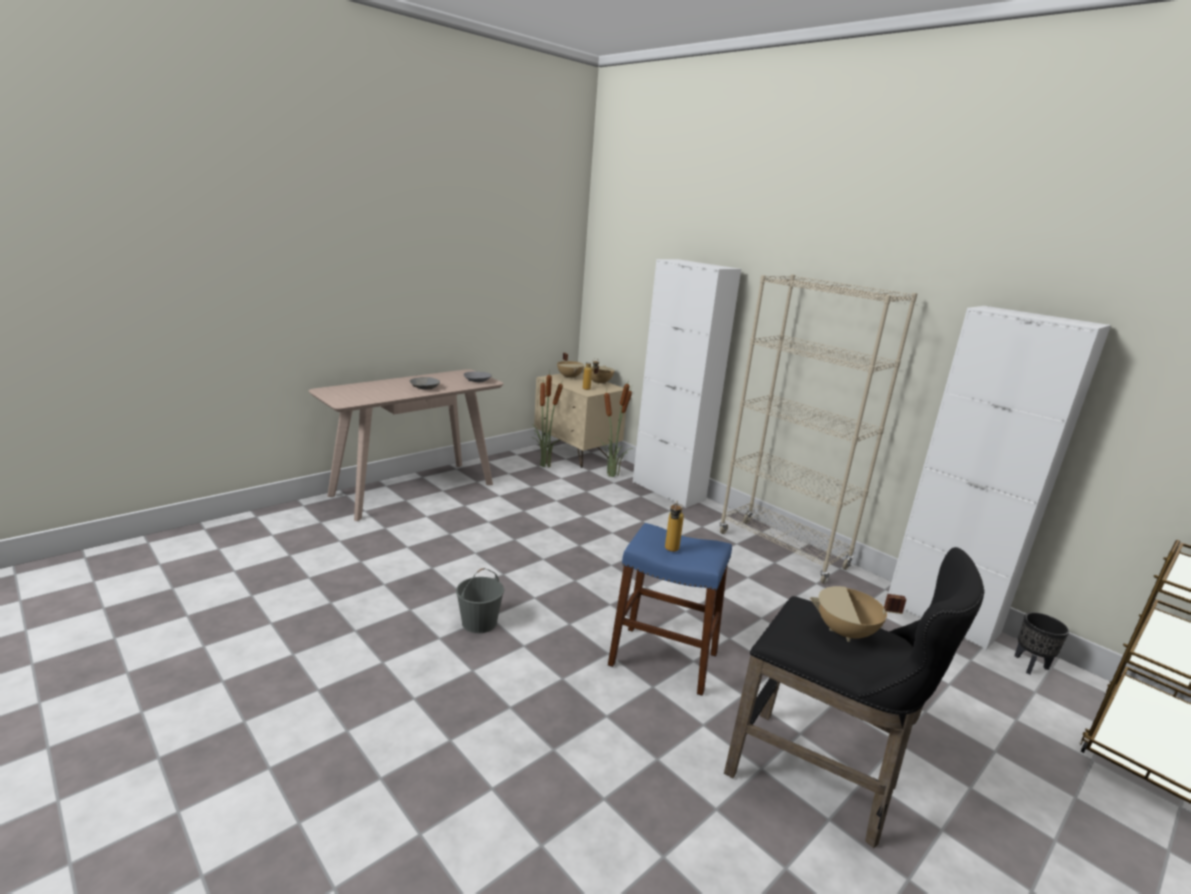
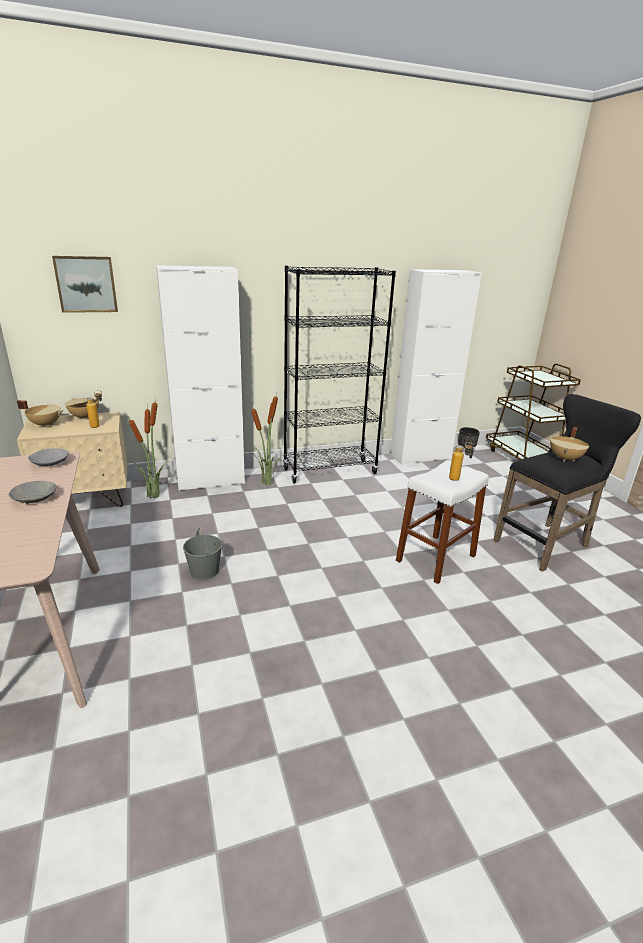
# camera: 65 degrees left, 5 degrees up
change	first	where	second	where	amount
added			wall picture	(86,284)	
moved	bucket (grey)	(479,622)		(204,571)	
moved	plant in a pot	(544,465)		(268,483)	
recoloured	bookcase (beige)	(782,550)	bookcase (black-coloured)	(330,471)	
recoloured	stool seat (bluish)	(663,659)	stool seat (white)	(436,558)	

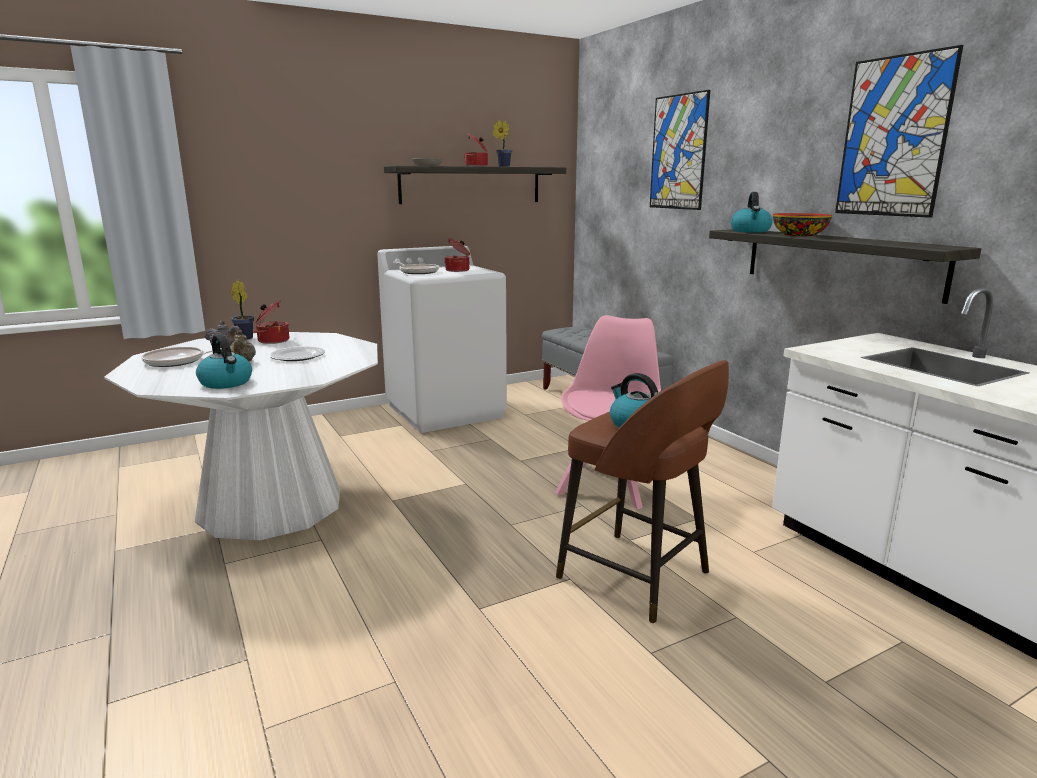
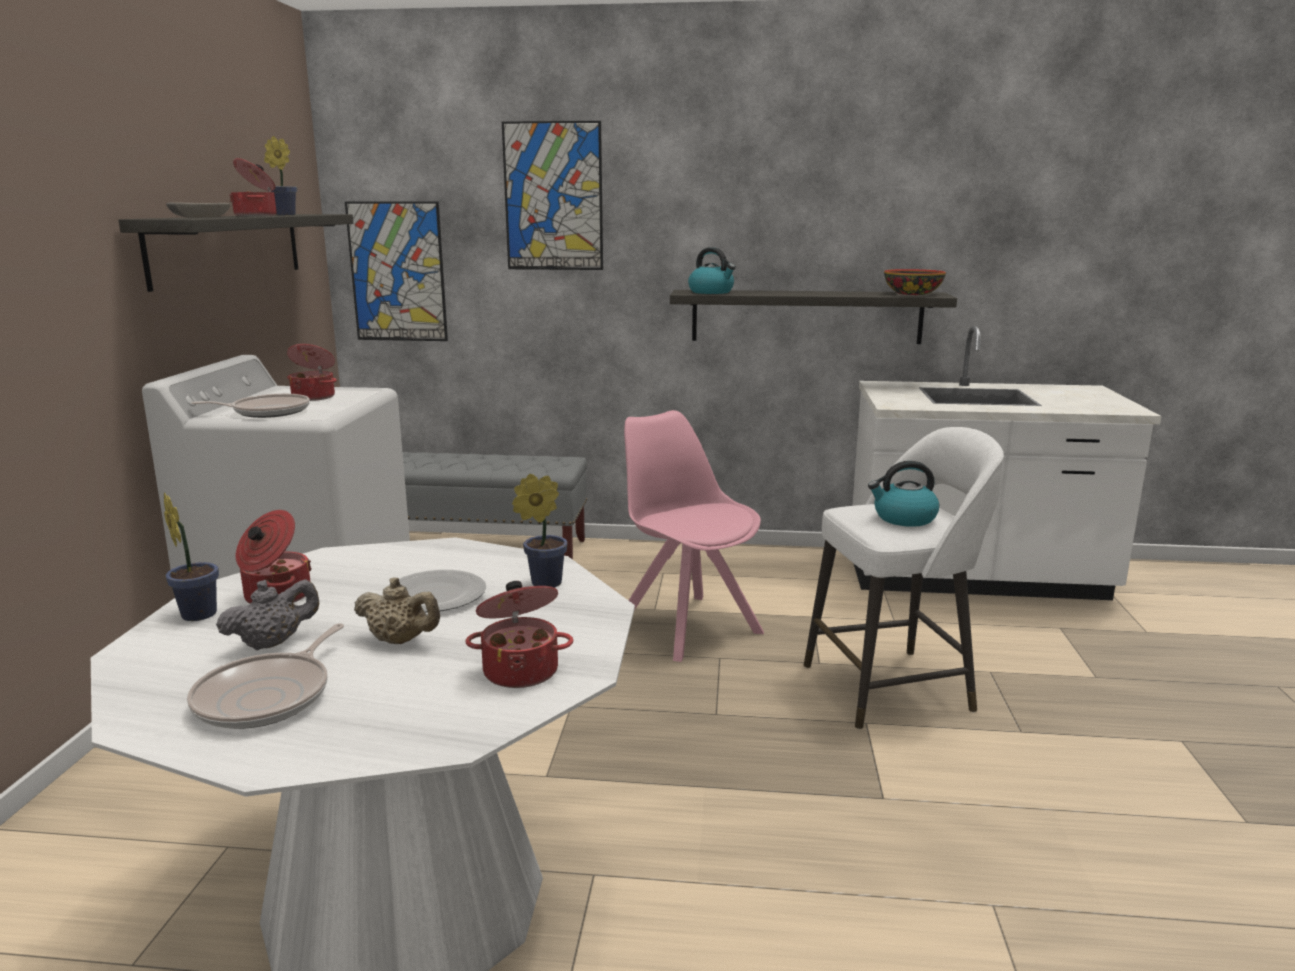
# camera: 55 degrees left, 0 degrees up
change	first	where	second	where	amount
moved	wall picture	(893,137)		(397,272)	
replaced	tea kettle	(226,383)	stockpot	(521,670)	
added			plant in a pot	(542,583)	
recoloured	stool seat (brown)	(637,577)	stool seat (white)	(892,687)	
moved	deep dish	(798,235)		(912,294)	

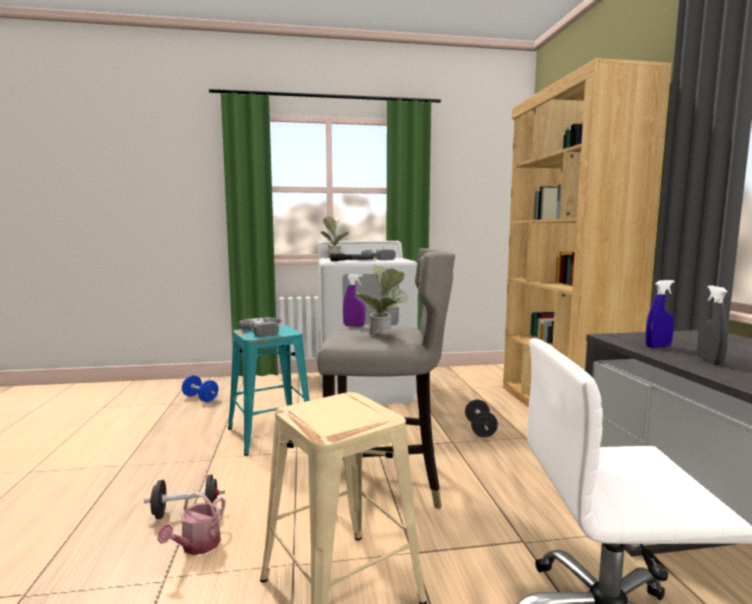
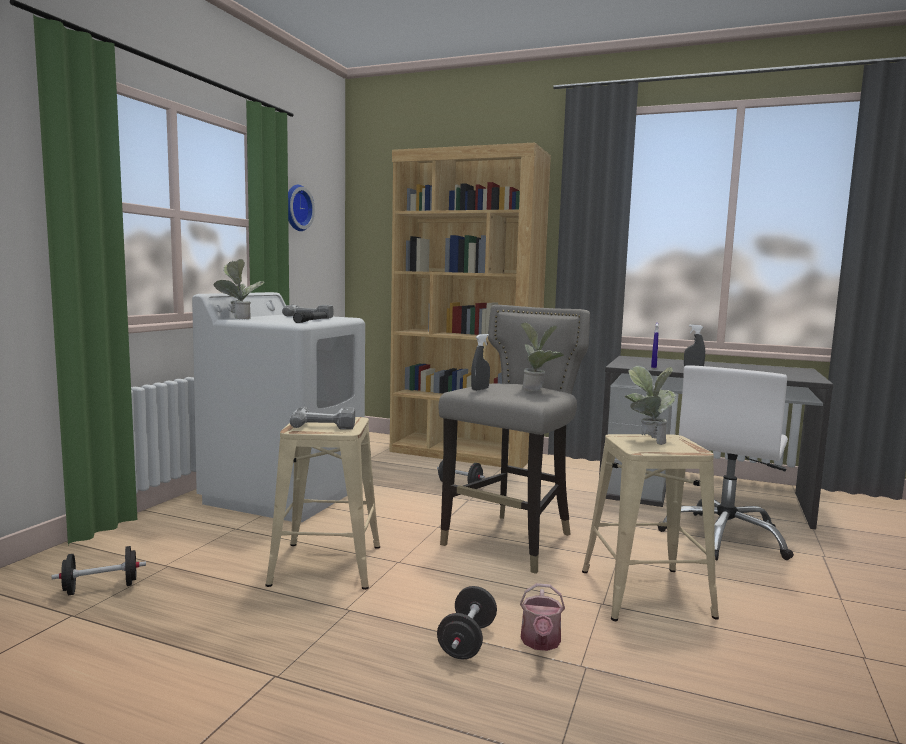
# camera: 60 degrees left, 0 degrees up
change	first	where	second	where	amount
recoloured	free weight (bluish)	(200,398)	free weight (black-coloured)	(101,588)	
recoloured	stool seat (turquoise)	(270,434)	stool seat (beige)	(328,565)	
added			clock on the wall	(296,208)	
recoloured	sprayer (purple-coloured)	(354,326)	sprayer (grey)	(480,389)	
turned	watering can	(197,546)		(540,643)	45 degrees clockwise
added			plant in a pot	(647,441)	

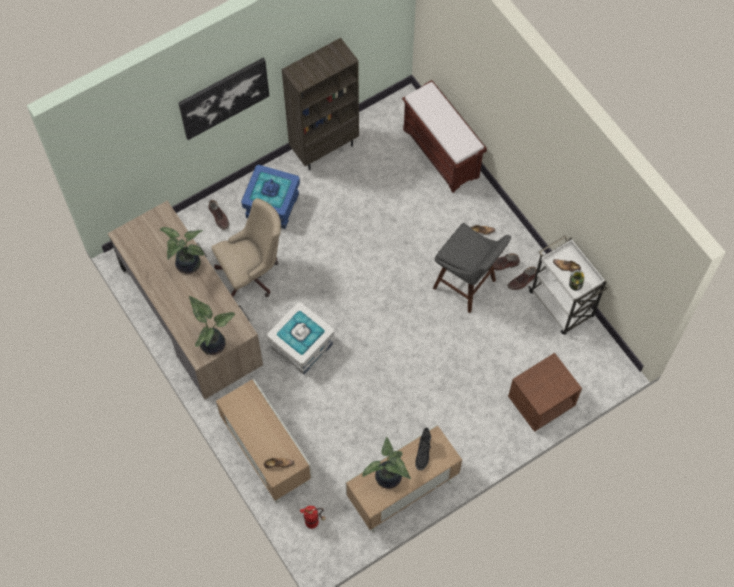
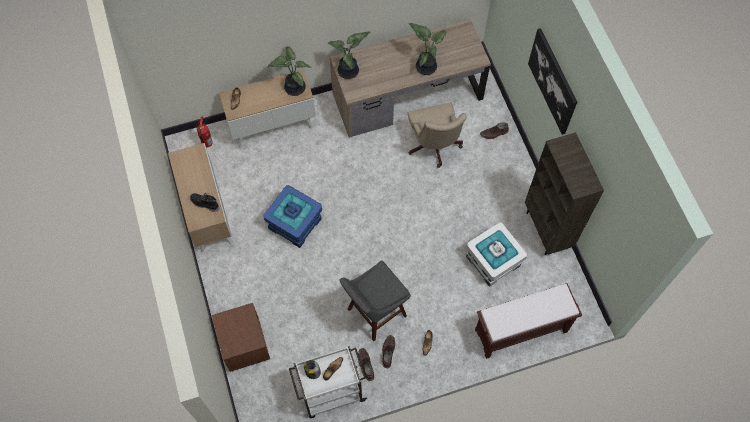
# camera: 105 degrees right, 0 degrees up
change	first	where	second	where	amount
moved	storage bin (bluish)	(272,206)		(294,224)	
moved	plant in a pot	(388,478)		(293,87)	
moved	storage bin (white)	(301,346)		(493,261)	

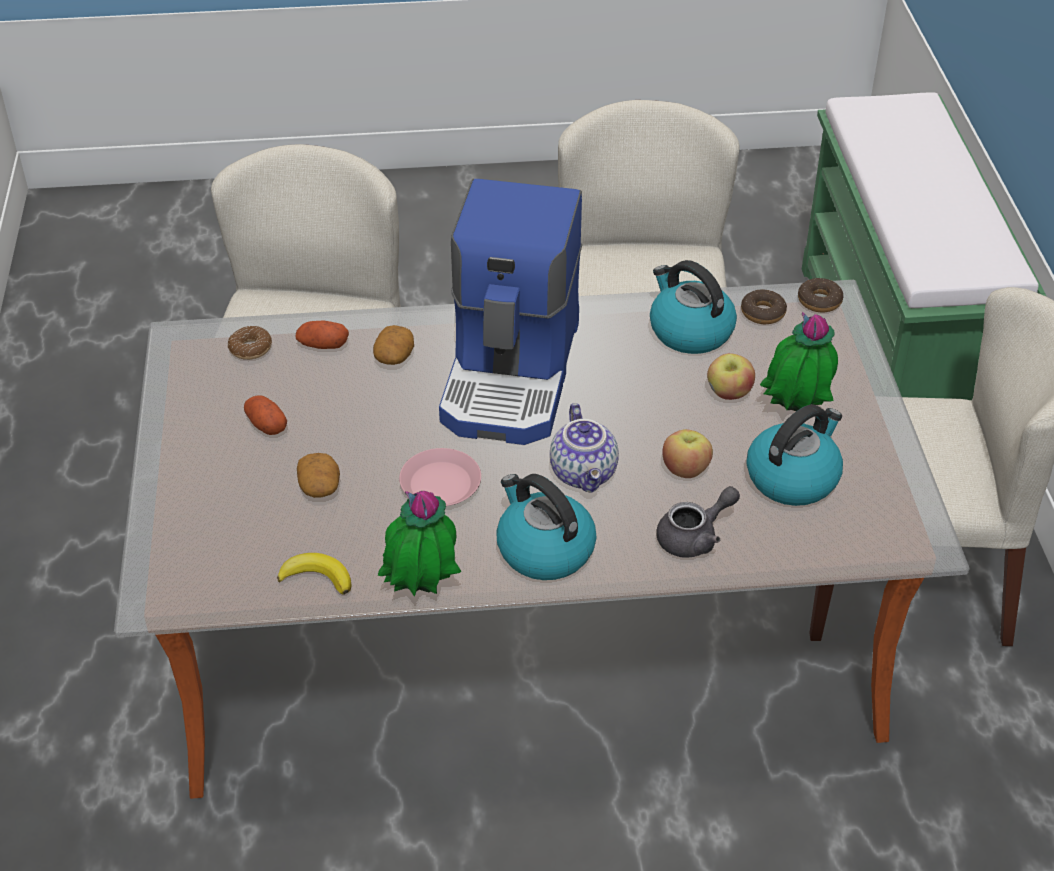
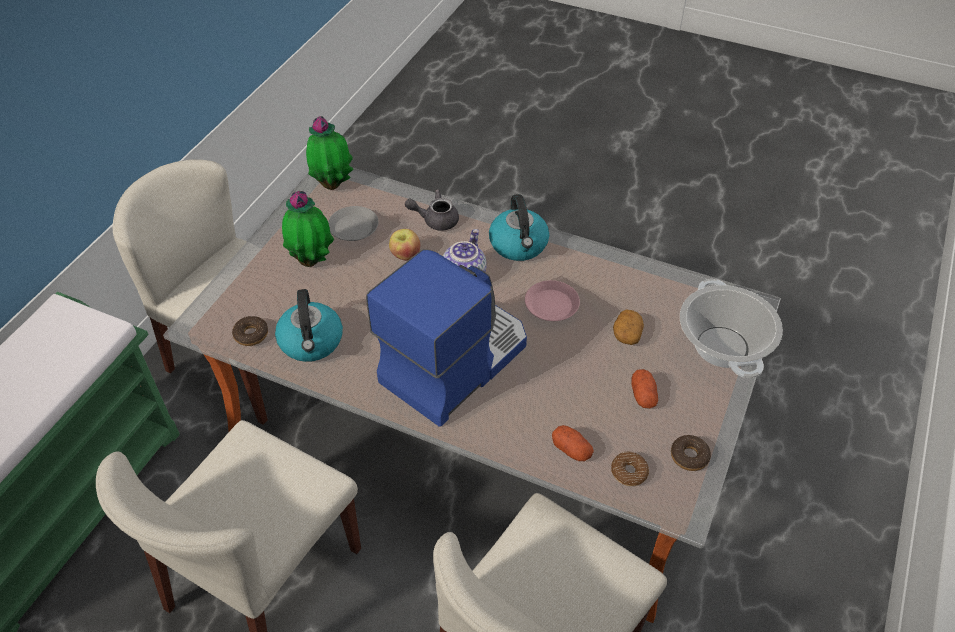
# camera: 150 degrees left, 5 degrees up
change	first	where	second	where	amount
moved	plant in a pot	(421,592)		(333,184)	
replaced	tea kettle	(793,477)	flat dish (grey)	(354,227)	
moved	doughnut	(819,301)		(689,456)	
added			stockpot	(723,347)	
removed	banana fruit	(317,577)			
removed	spud	(394,357)			
removed	whole apple	(729,393)			

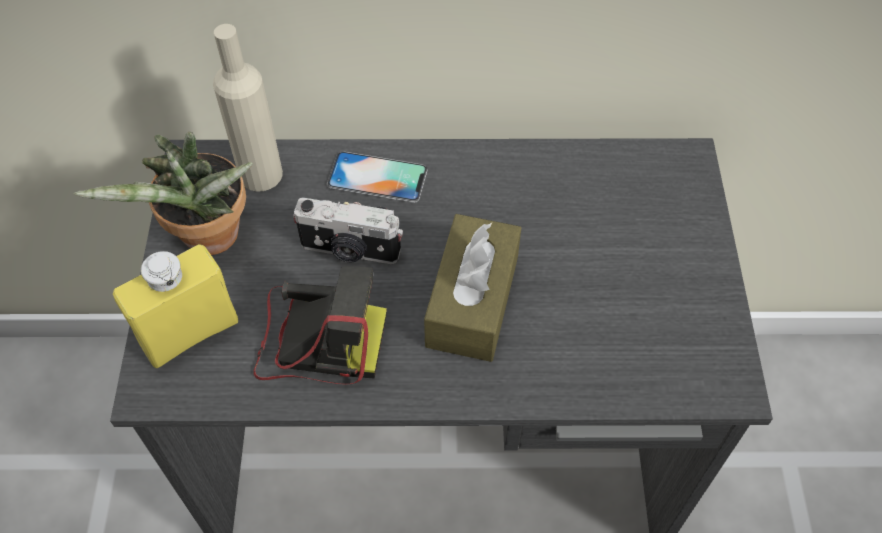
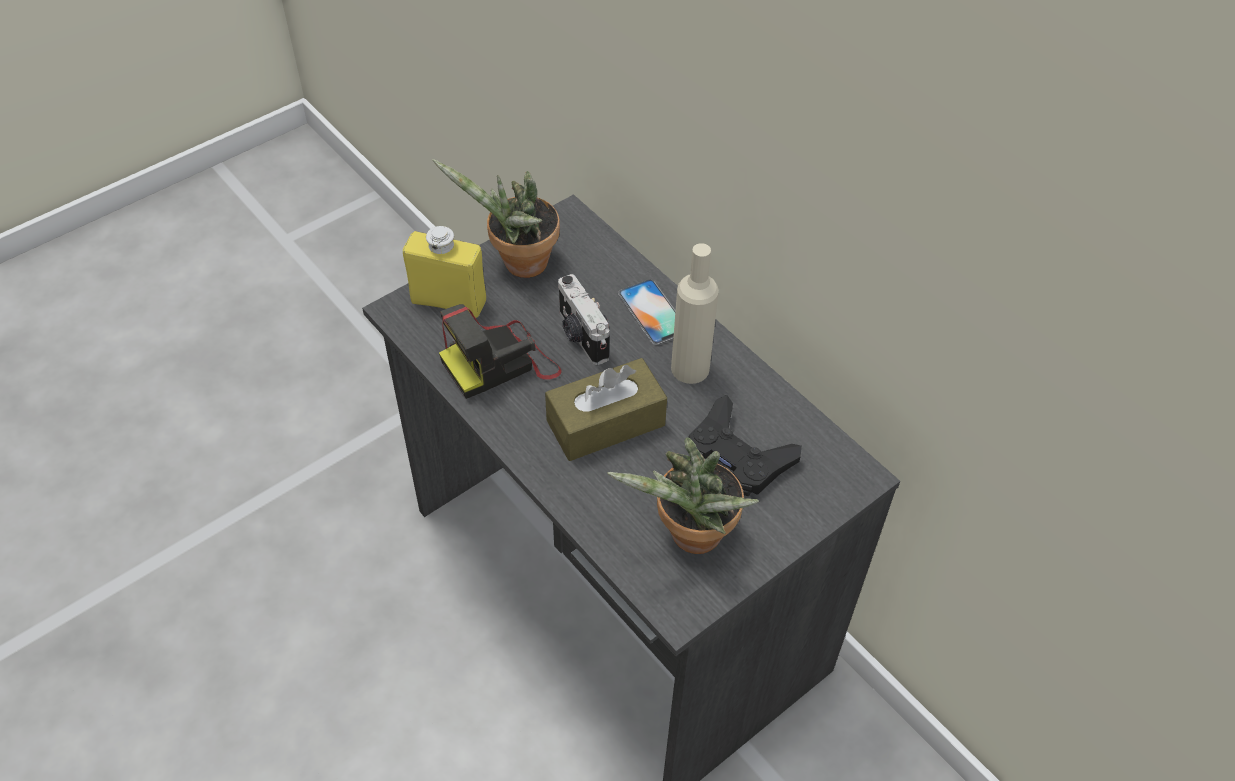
# camera: 50 degrees right, 5 degrees down
change	first	where	second	where	amount
turned	still camera	(317,339)		(500,363)	90 degrees clockwise
added			plant in a pot	(690,538)	
moved	beverage bottle (beige)	(261,174)		(690,368)	
added			game controller (black-coloured)	(738,455)	

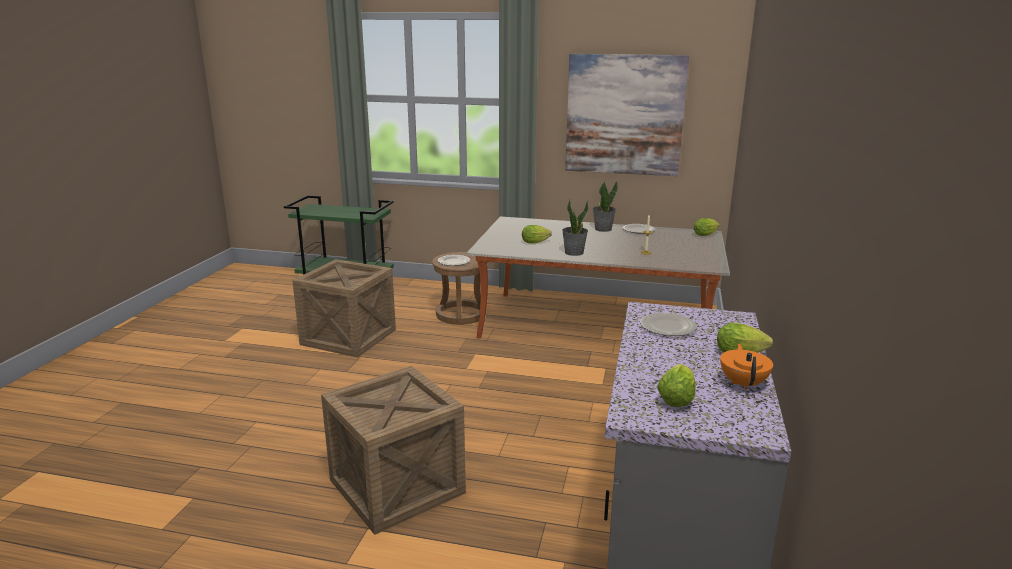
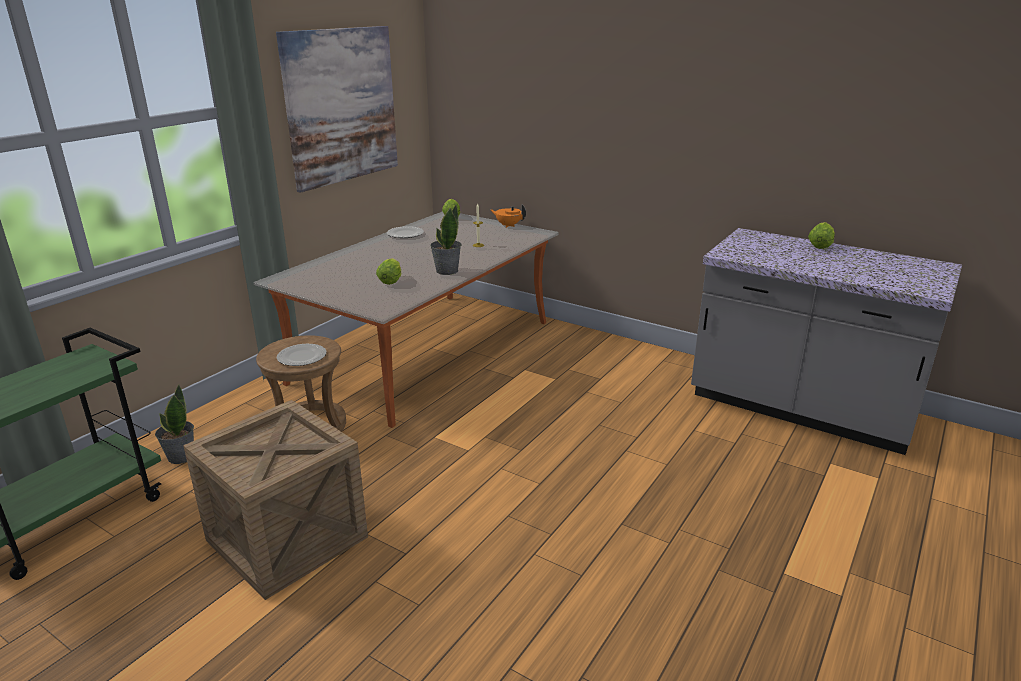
# camera: 70 degrees left, 5 degrees up
change	first	where	second	where	amount
moved	plant in a pot	(603,229)		(180,456)	
moved	pot for tea (orange)	(743,383)		(508,225)	
removed	crate	(397,486)			
removed	flat dish	(668,327)			
removed	head of lettuce	(677,398)			

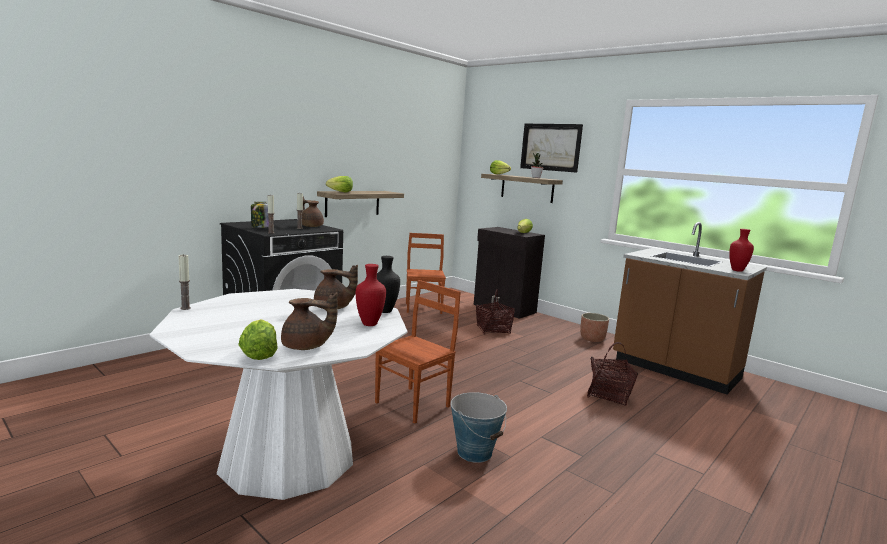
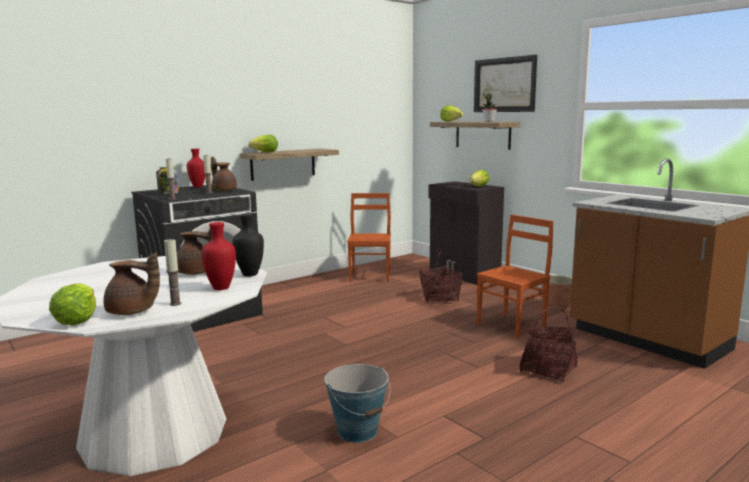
# camera: 10 degrees right, 0 degrees up
change	first	where	second	where	amount
moved	wax candle	(185,308)		(175,304)	
moved	flower vase (reddish)	(736,270)		(198,186)	
moved	plain chair (brown)	(414,404)		(512,325)	

